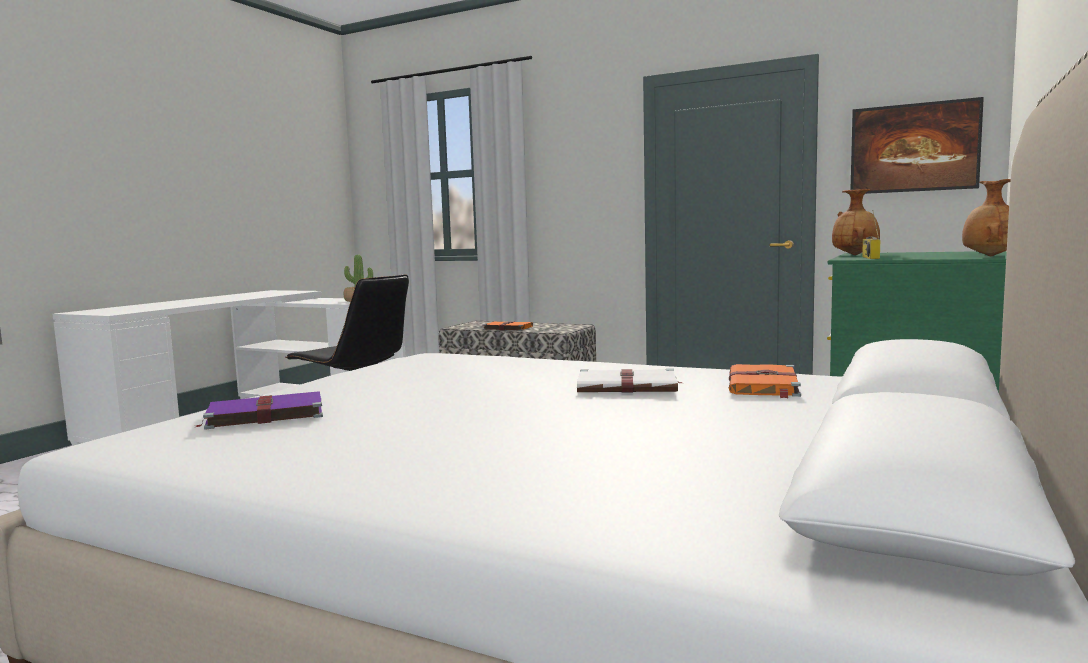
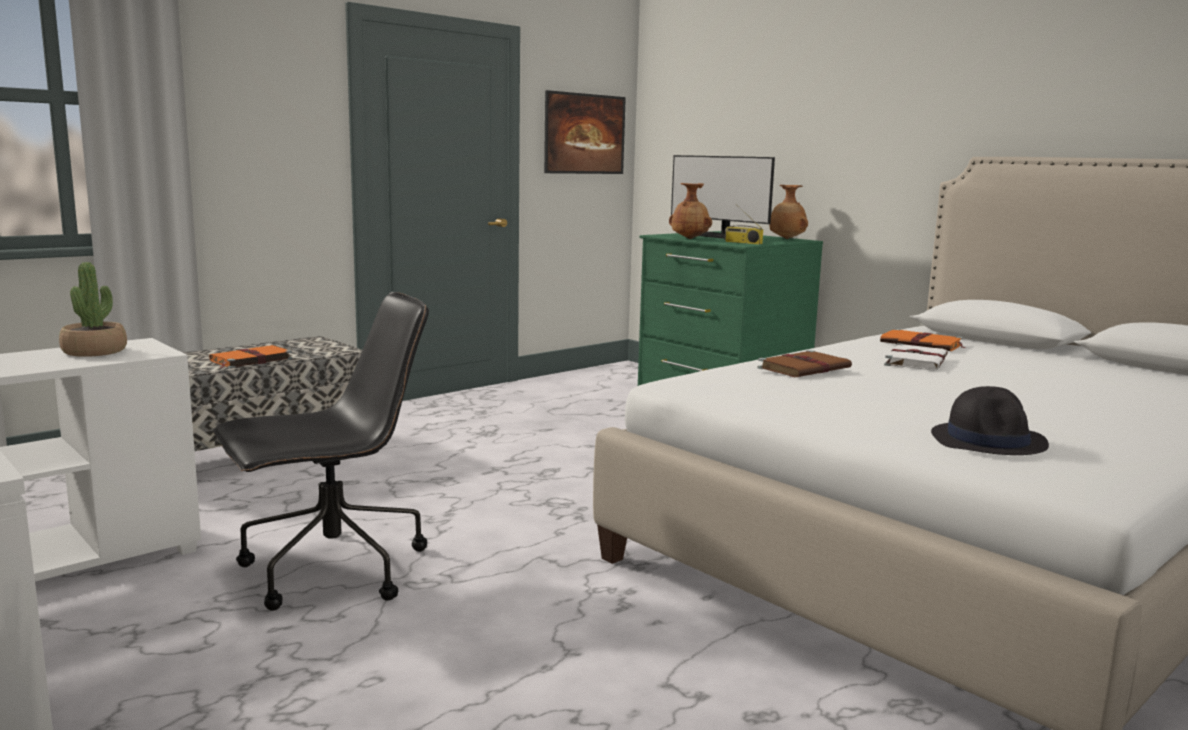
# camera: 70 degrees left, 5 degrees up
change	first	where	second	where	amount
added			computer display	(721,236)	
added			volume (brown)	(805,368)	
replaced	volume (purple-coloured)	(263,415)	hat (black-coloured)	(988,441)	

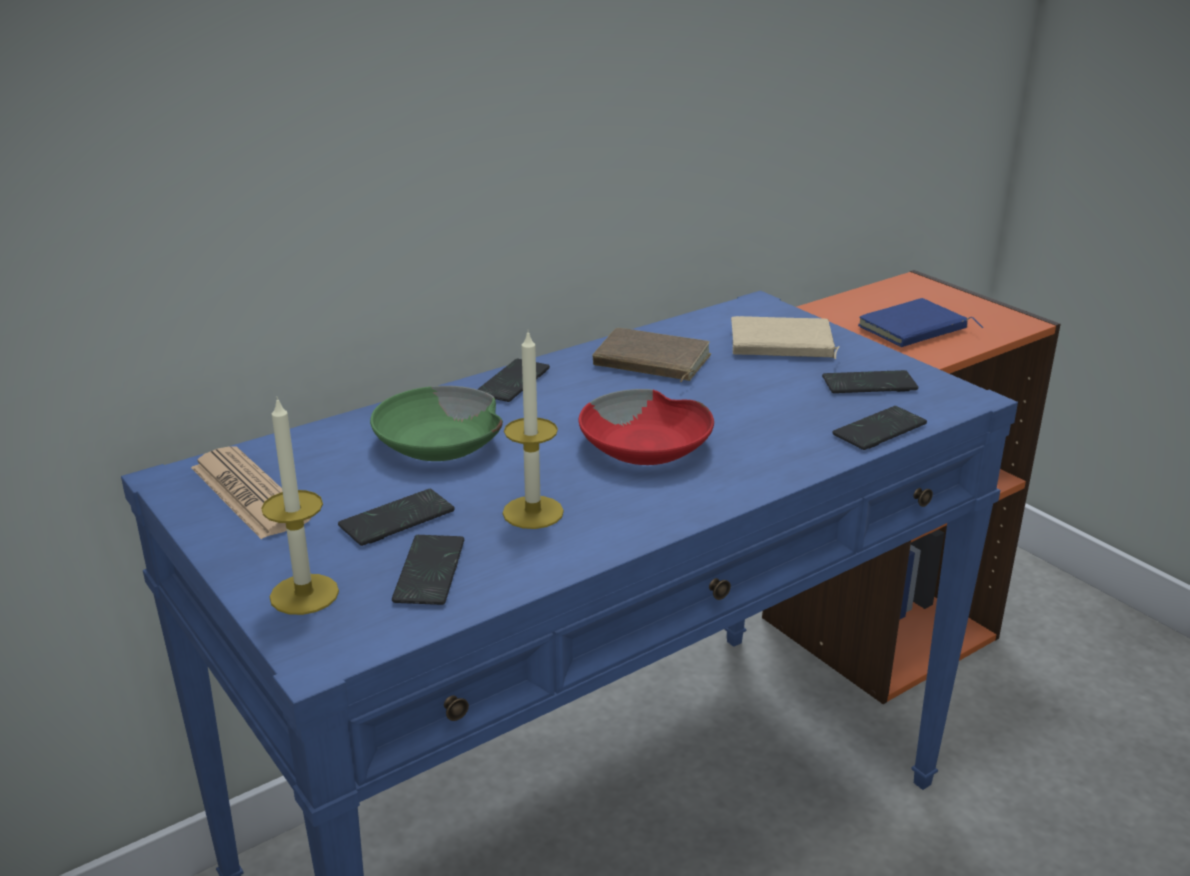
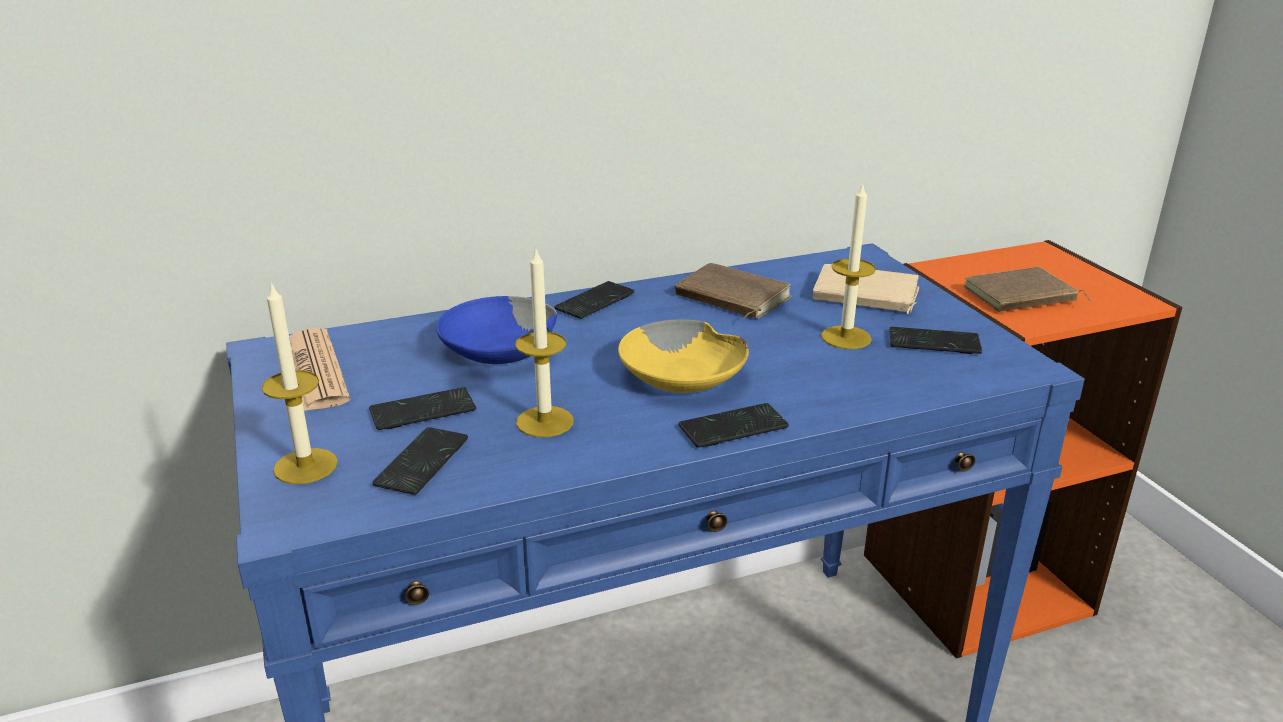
# camera: 15 degrees right, 0 degrees up
change	first	where	second	where	amount
recoloured	deep dish (green-coloured)	(439,444)	deep dish (bluish)	(498,348)	
recoloured	deep dish (reddish)	(647,447)	deep dish (yellowish)	(683,376)	
moved	handset	(879,430)		(733,428)	
added			wax candle	(846,337)	
recoloured	volume (bluish)	(914,330)	volume (brown)	(1020,297)	

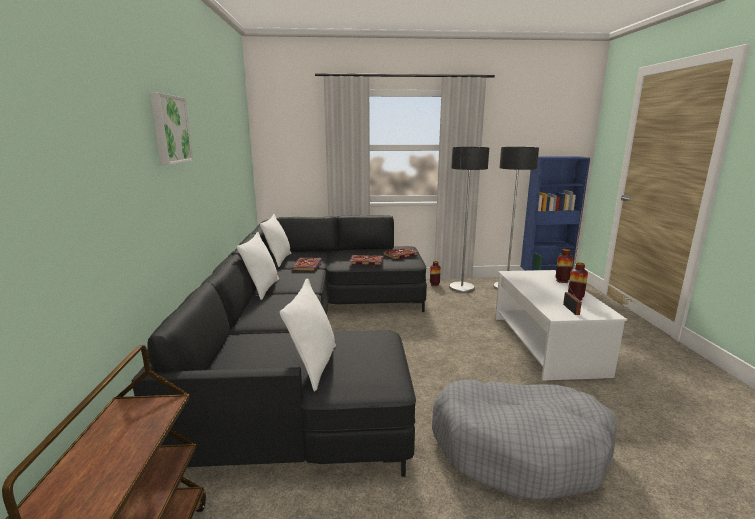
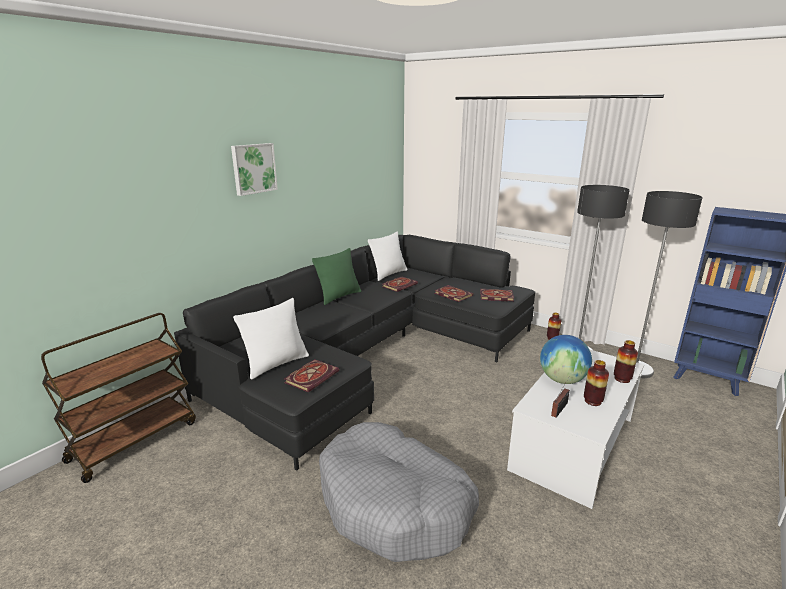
# camera: 40 degrees right, 5 degrees up
change	first	where	second	where	amount
added			volume	(312,376)	
recoloured	cushion (white)	(262,289)	cushion (green-coloured)	(339,296)	
added			globe	(562,380)	

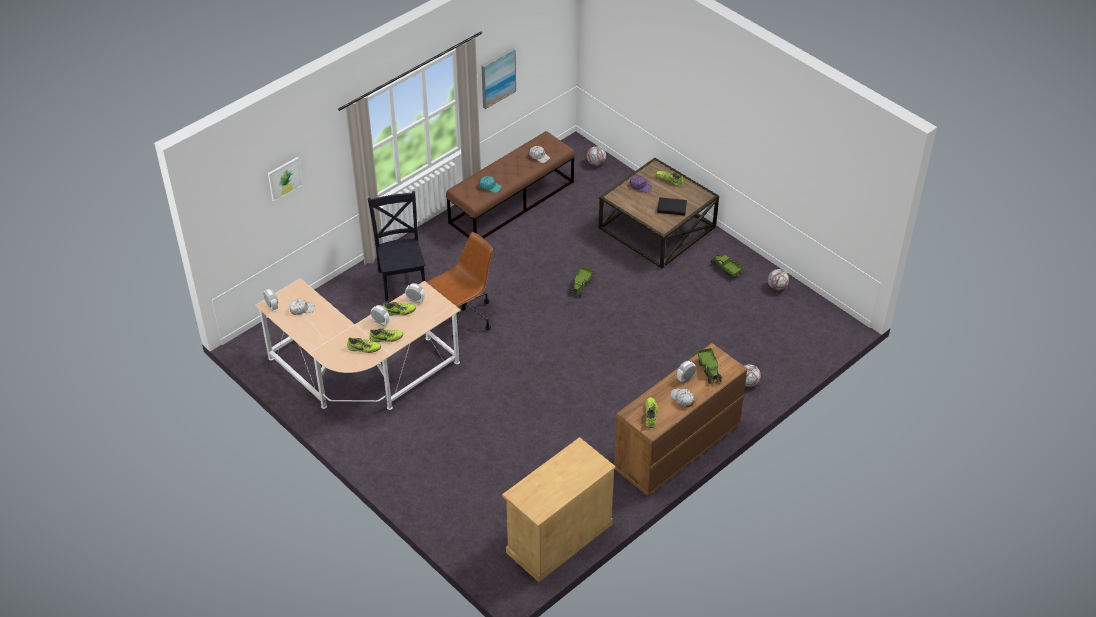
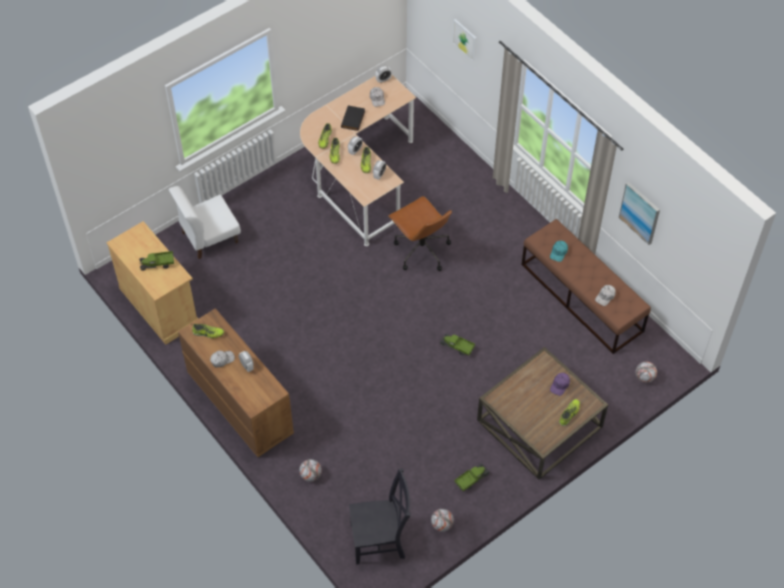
# camera: 95 degrees right, 10 degrees up
change	first	where	second	where	amount
moved	model truck	(709,370)		(157,264)	
added			plain chair (white)	(209,237)	
moved	volume (black-coloured)	(672,207)		(353,119)	
moved	plain chair (black-coloured)	(402,280)		(380,540)	

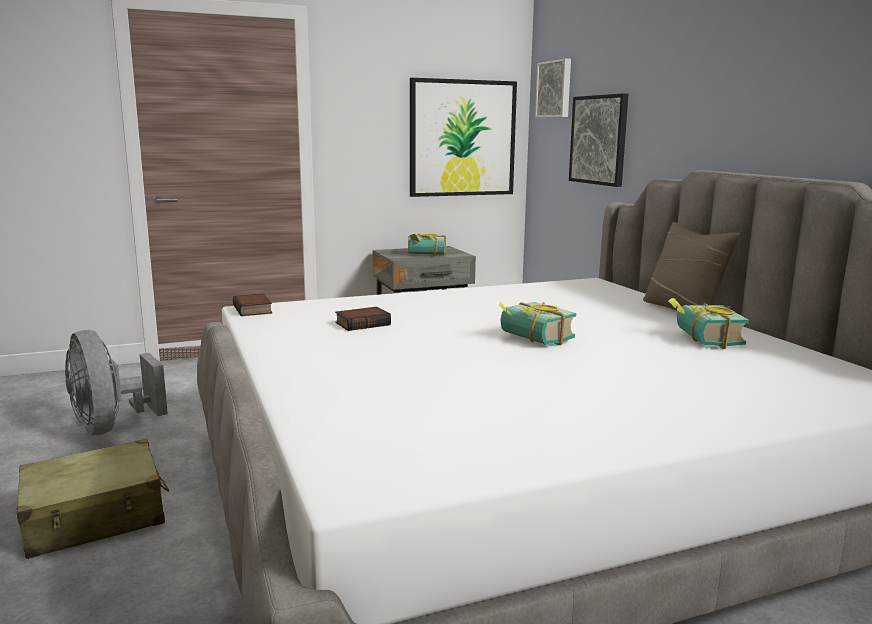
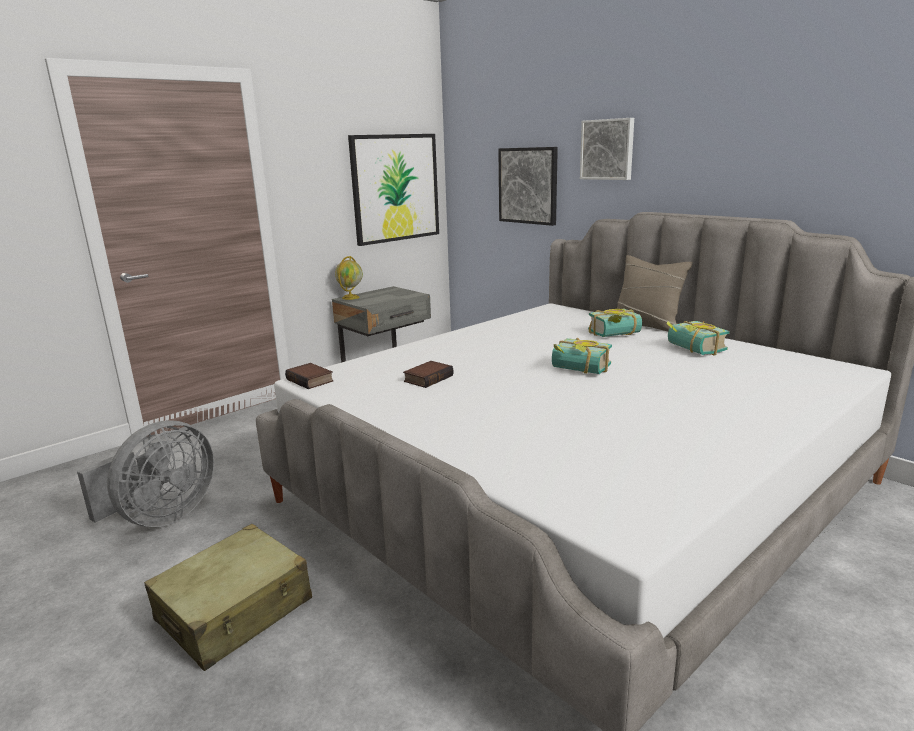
# camera: 20 degrees left, 5 degrees up
change	first	where	second	where	amount
turned	cooling fan (grey)	(111,426)		(161,517)	90 degrees counterclockwise
added			globe	(350,297)	
moved	wall picture	(555,89)		(607,149)	
moved	volume	(426,255)		(616,335)	

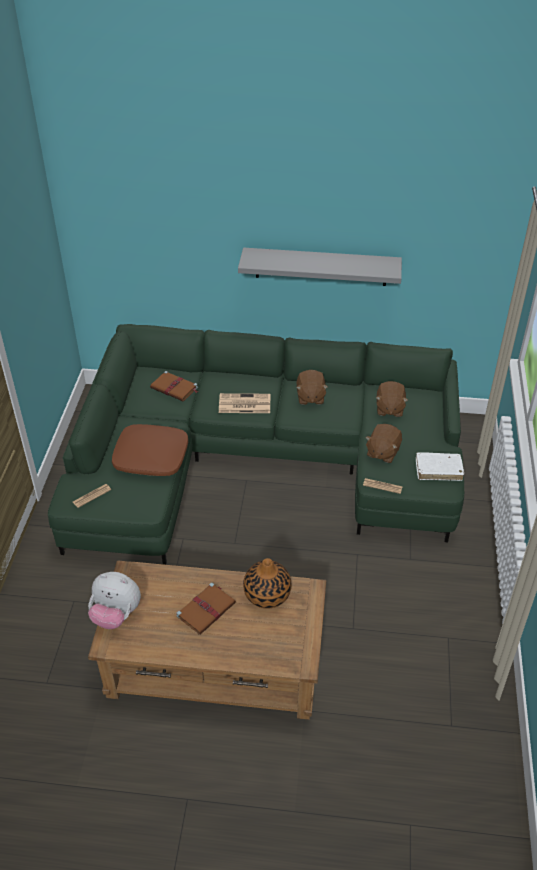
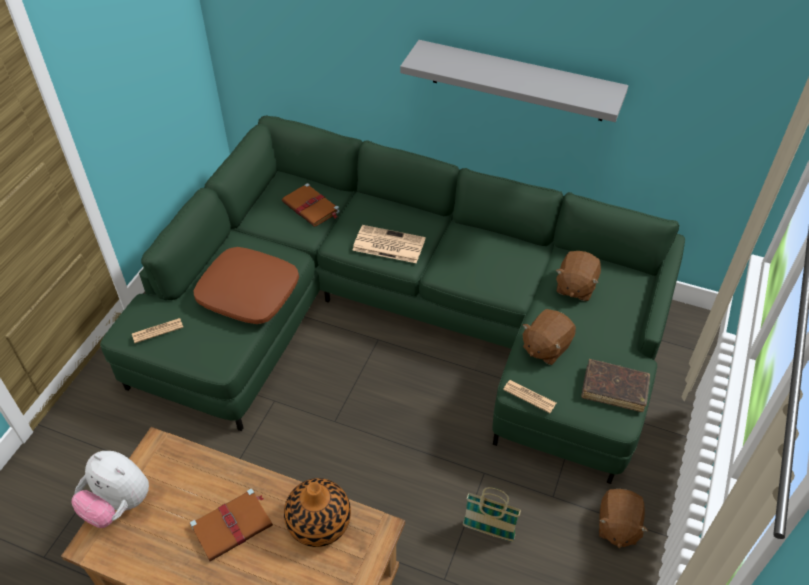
# camera: 15 degrees right, 5 degrees up
change	first	where	second	where	amount
added			household basket	(488,531)	
recoloured	volume (white)	(438,470)	volume (brown)	(614,389)	
moved	soft toy (brown)	(310,397)		(617,526)	

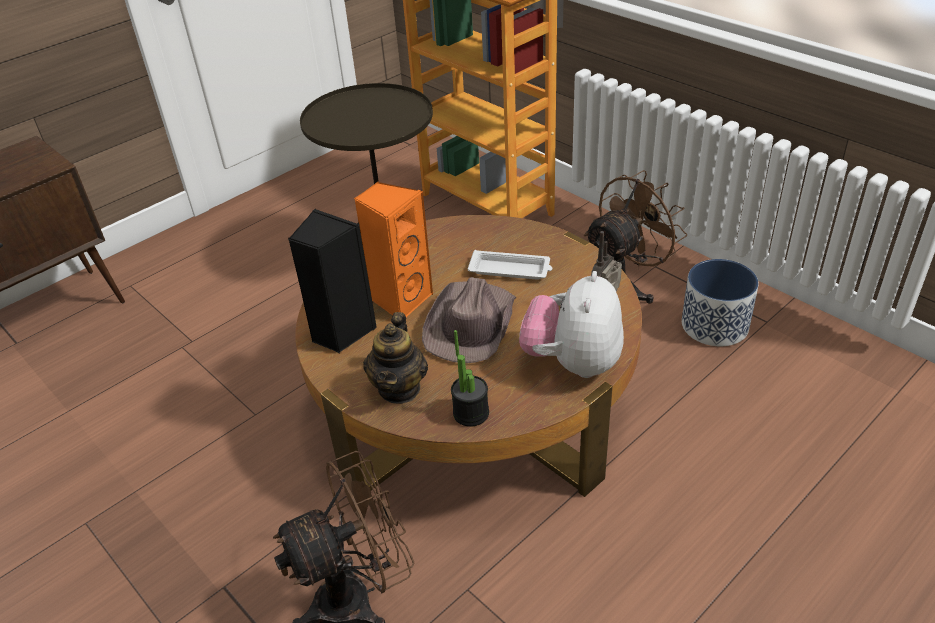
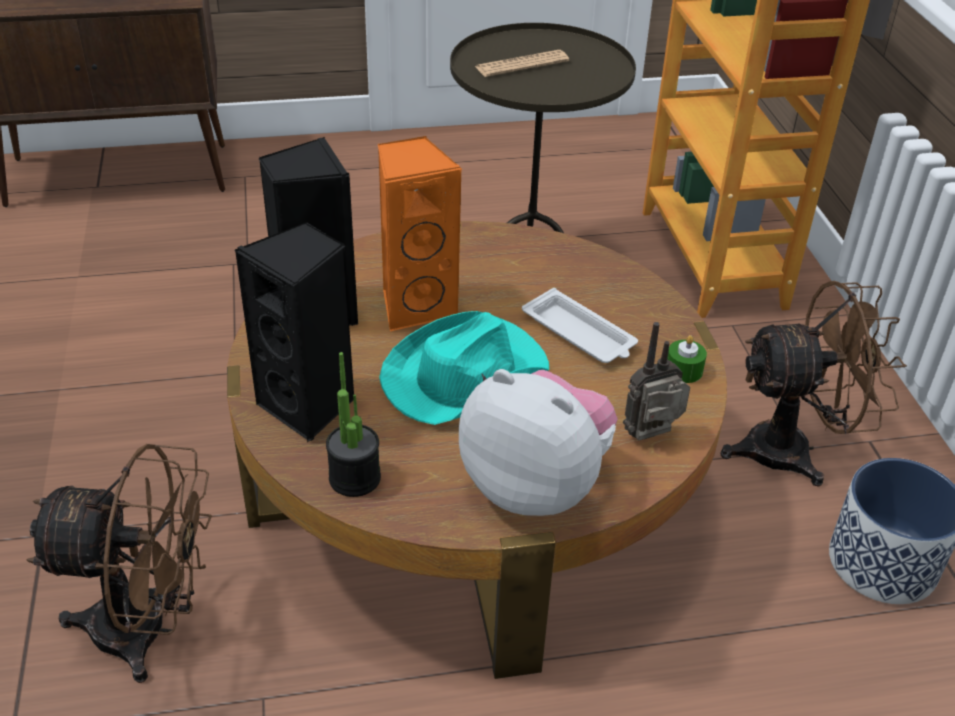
# camera: 30 degrees right, 0 degrees up
change	first	where	second	where	amount
replaced	pot for tea	(400,388)	speaker (black-coloured)	(310,406)	
recoloured	hat (brown)	(470,325)	hat (turquoise)	(463,375)	
turned	soft toy	(573,362)		(536,486)	75 degrees clockwise
added			daily paper	(522,64)	
added			wax candle (green-coloured)	(683,370)	

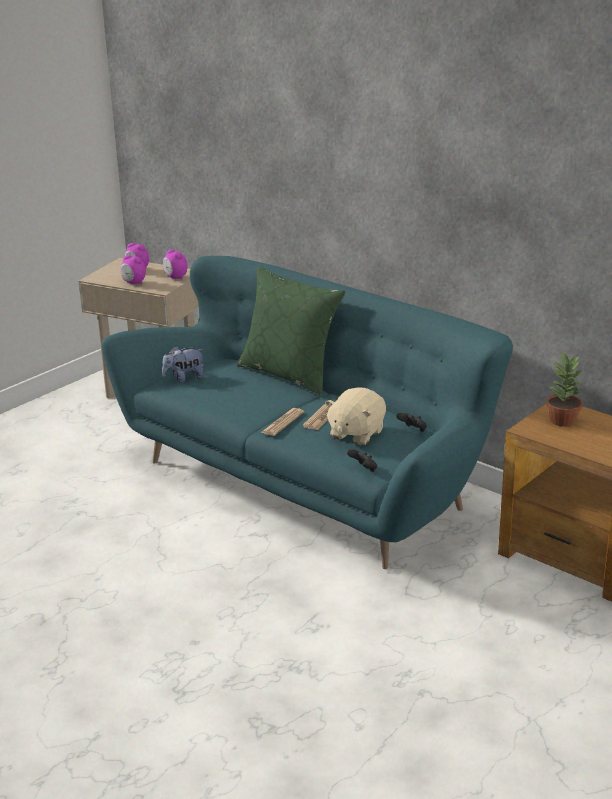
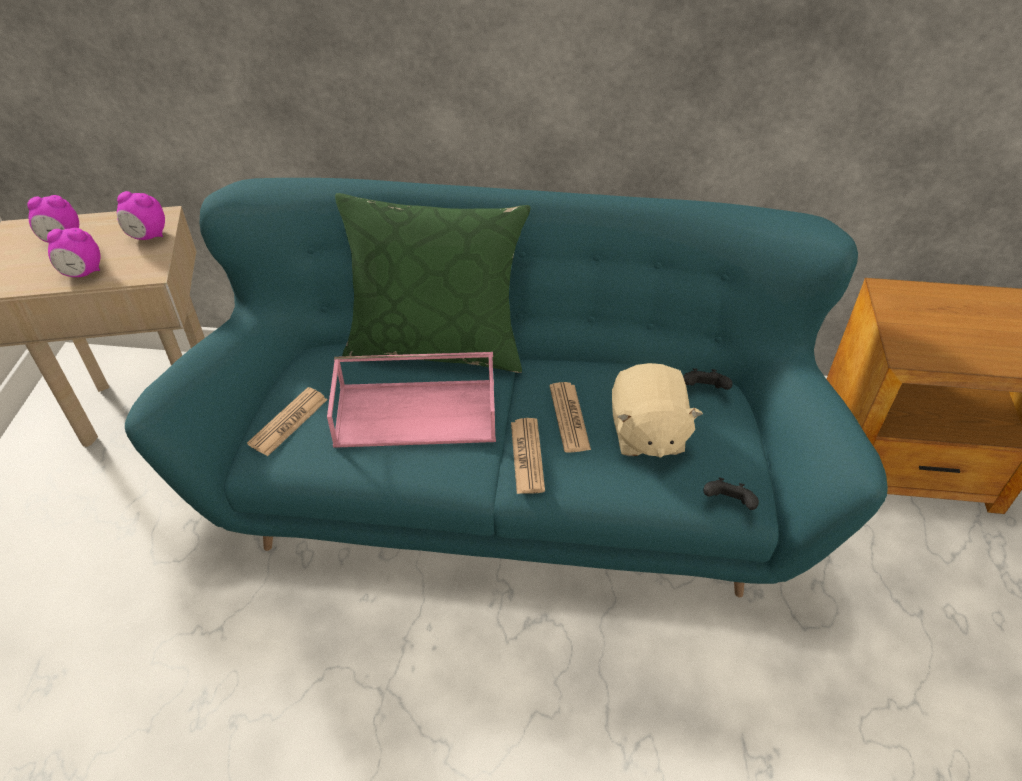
# camera: 35 degrees left, 20 degrees up
change	first	where	second	where	amount
replaced	soft toy	(184,378)	daily paper	(288,422)	
added			tray (pink)	(418,412)	
removed	plant in a pot	(563,420)			

